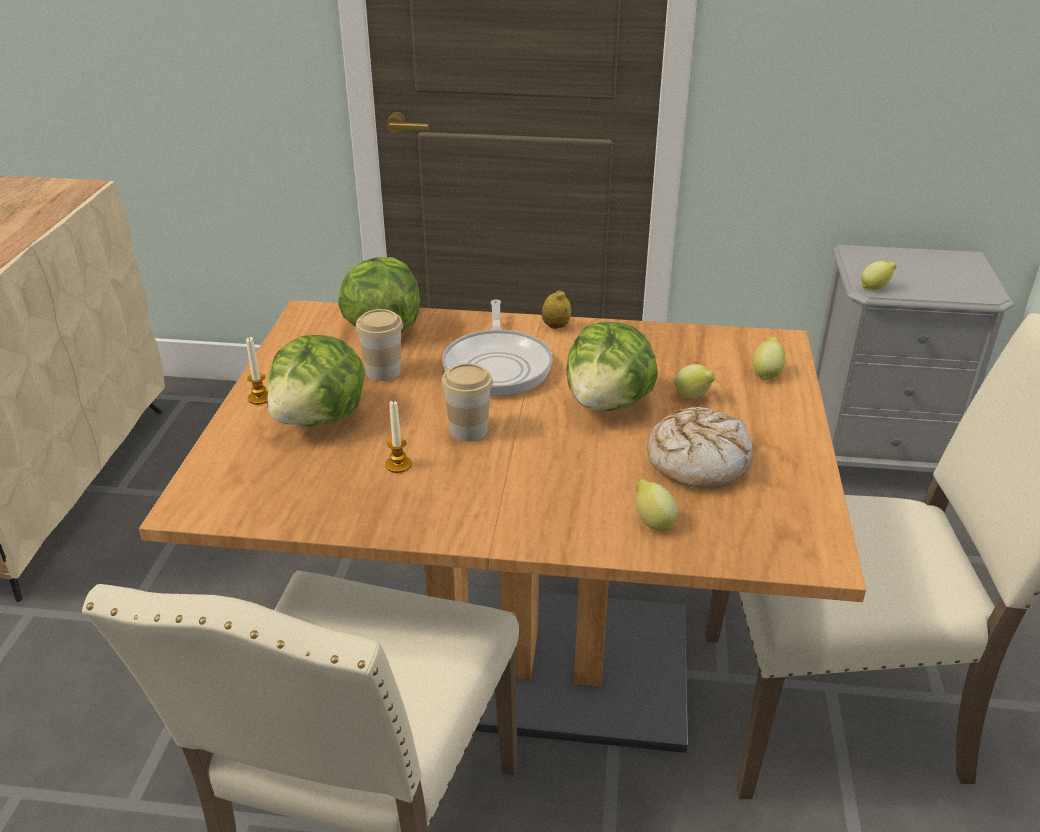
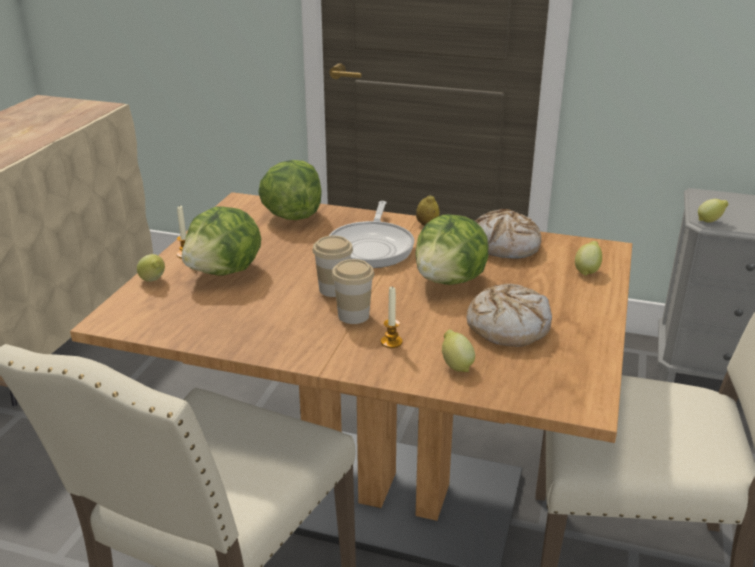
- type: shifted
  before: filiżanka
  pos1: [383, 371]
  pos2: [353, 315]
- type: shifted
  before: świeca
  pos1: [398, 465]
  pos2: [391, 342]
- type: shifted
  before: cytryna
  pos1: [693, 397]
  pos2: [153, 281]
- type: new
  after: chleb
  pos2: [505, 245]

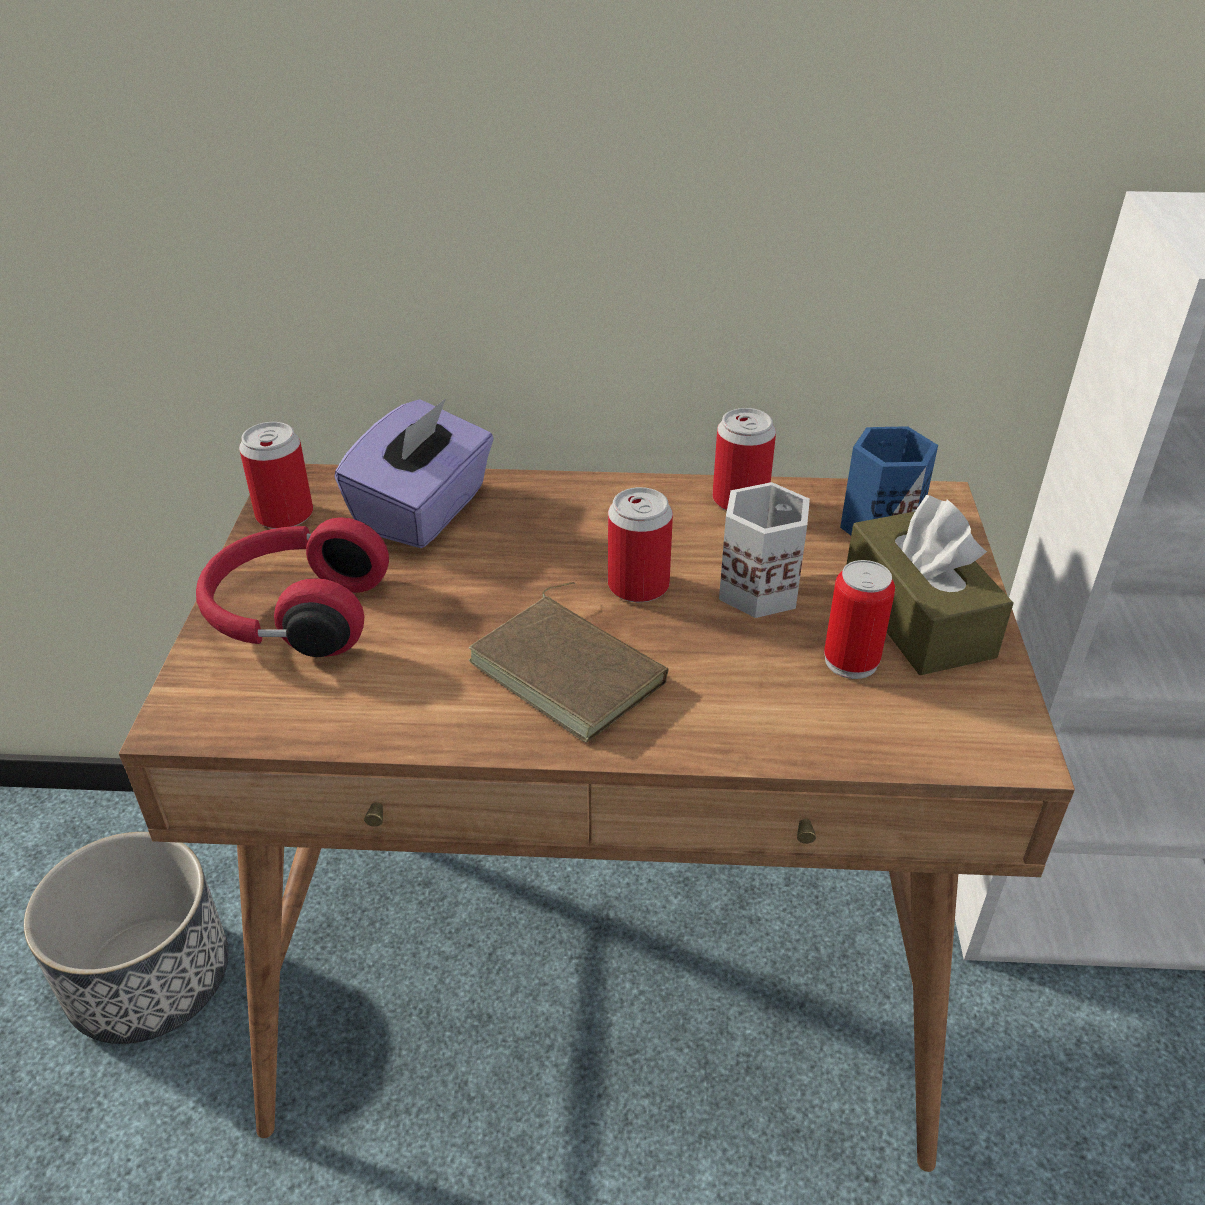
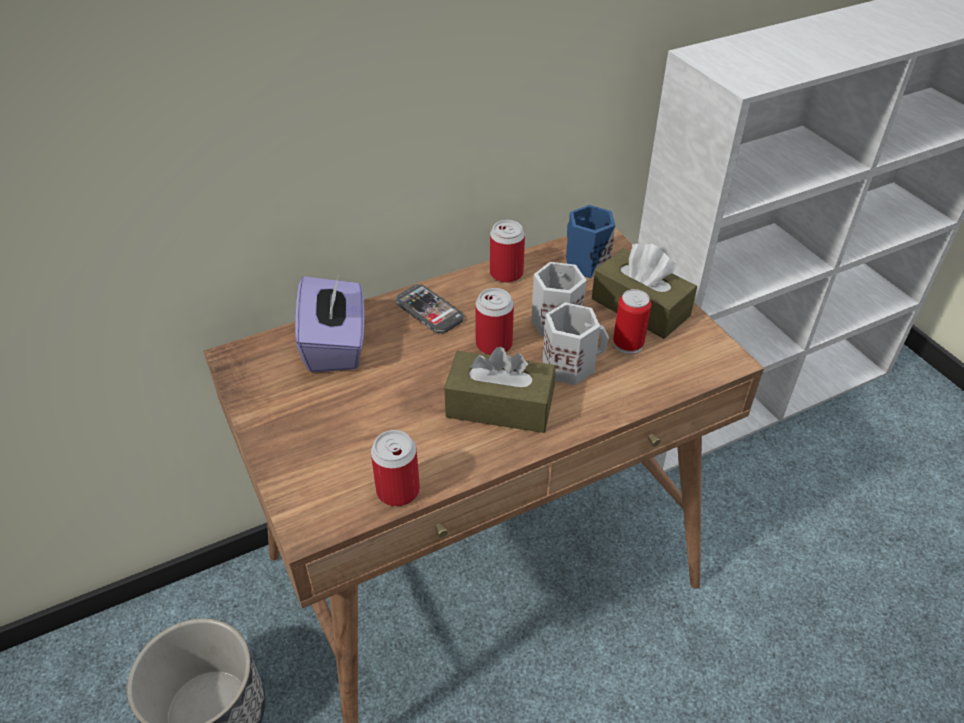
- type: gone
  before: słuchawki [czerwony]
  pos1: [295, 615]
- type: shifted
  before: puszka
  pos1: [284, 515]
  pos2: [398, 490]
- type: swapped
  before: książka [brązowy]
  after: pudełko chusteczek [brązowy]
  pos1: [572, 671]
  pos2: [499, 406]
- type: new
  after: telefon
  pos2: [429, 311]
- type: new
  after: kubek [biały]
  pos2: [570, 364]

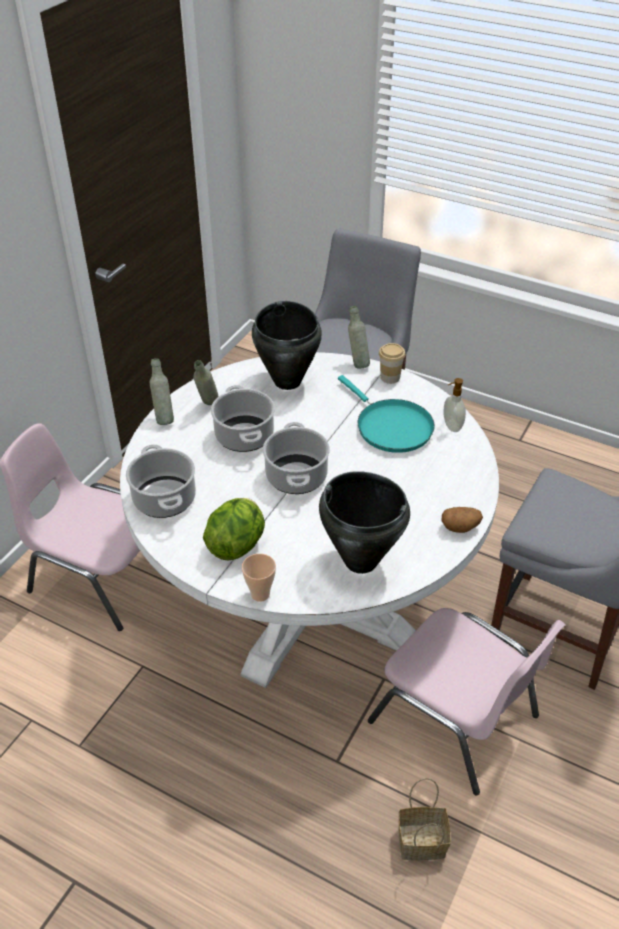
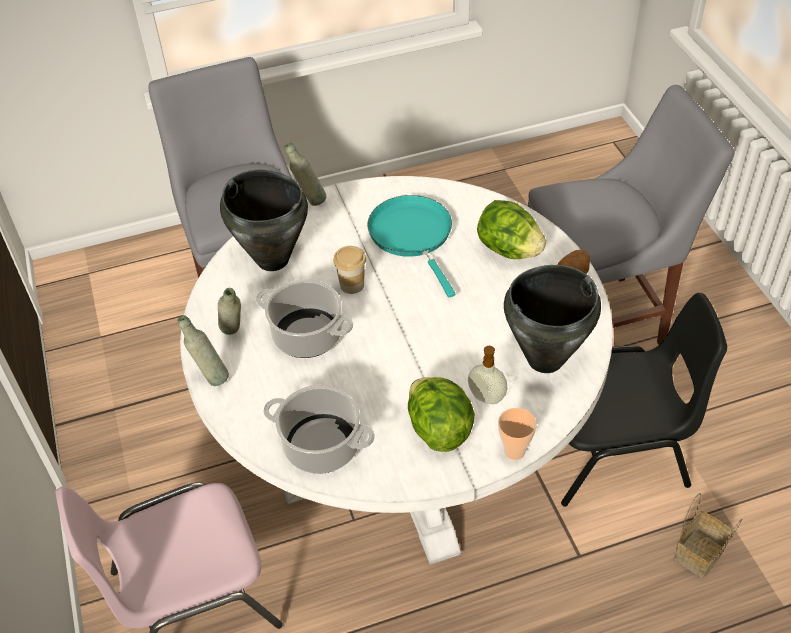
- type: gone
  before: garnek
  pos1: [297, 477]
- type: rotated
  before: patelnia [turkusowy]
  pos1: [390, 426]
  pos2: [413, 235]
  turn: -120
- type: repainted
  before: krzesło [różowy]
  after: krzesło [czarny]
  pos1: [456, 719]
  pos2: [614, 447]
- type: shifted
  before: filiżanka
  pos1: [390, 377]
  pos2: [352, 285]
- type: shifted
  before: dozownik mydła
  pos1: [451, 426]
  pos2: [486, 398]
- type: new
  after: sałata
  pos2: [509, 250]

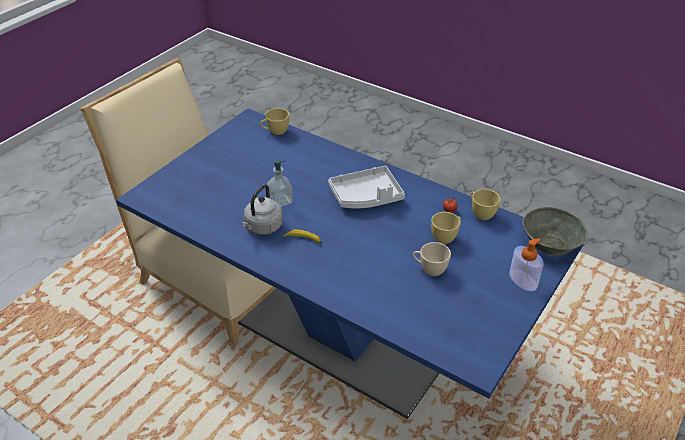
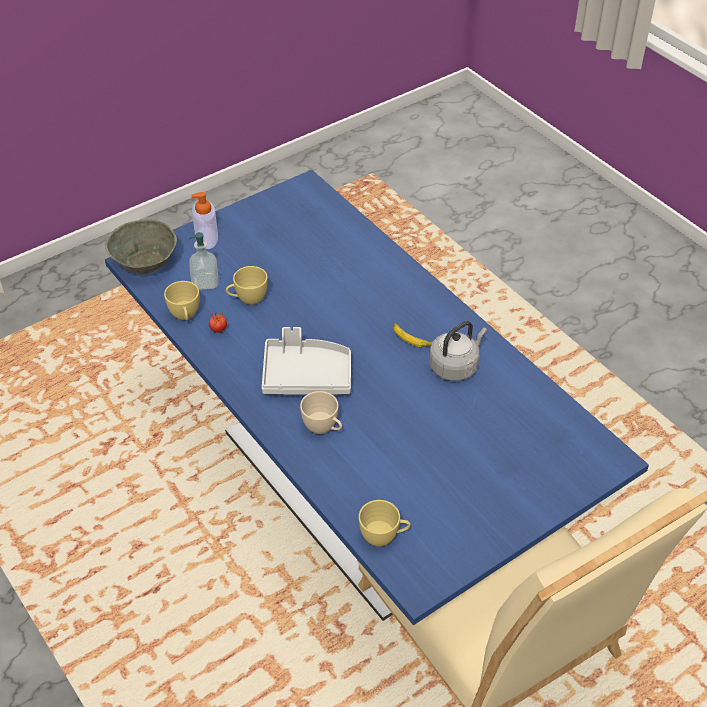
- type: shifted
  before: dozownik mydła
  pos1: [280, 201]
  pos2: [205, 282]
- type: shifted
  before: filiżanka [beżowy]
  pos1: [429, 269]
  pos2: [323, 428]

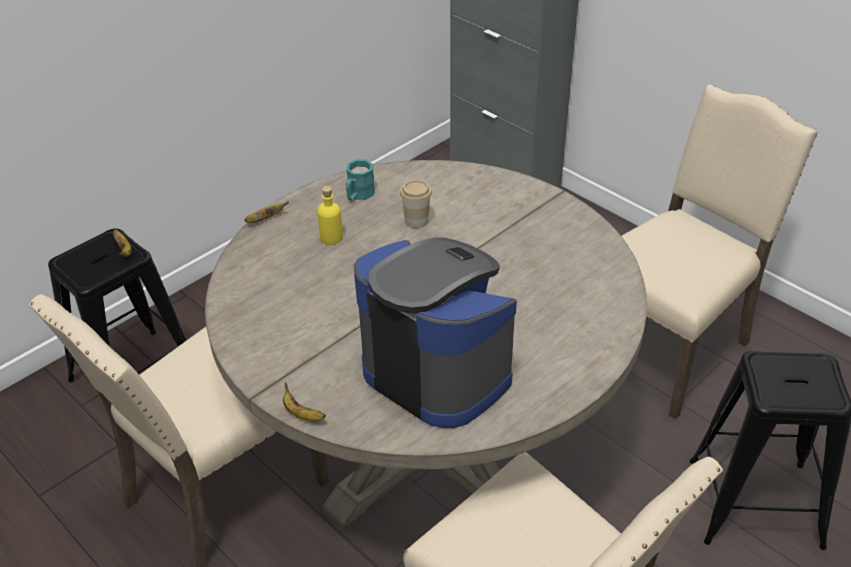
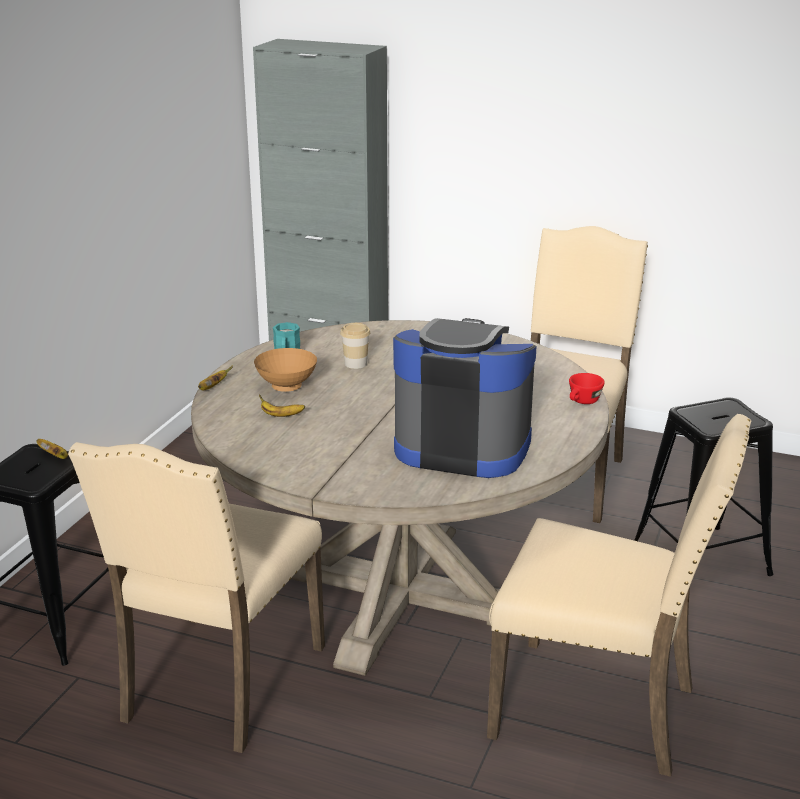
- type: shifted
  before: banan
  pos1: [302, 414]
  pos2: [280, 415]
- type: swapped
  before: butelka [żółty]
  after: miska [brązowy]
  pos1: [331, 238]
  pos2: [288, 387]
- type: new
  after: filiżanka [czerwony]
  pos2: [582, 402]

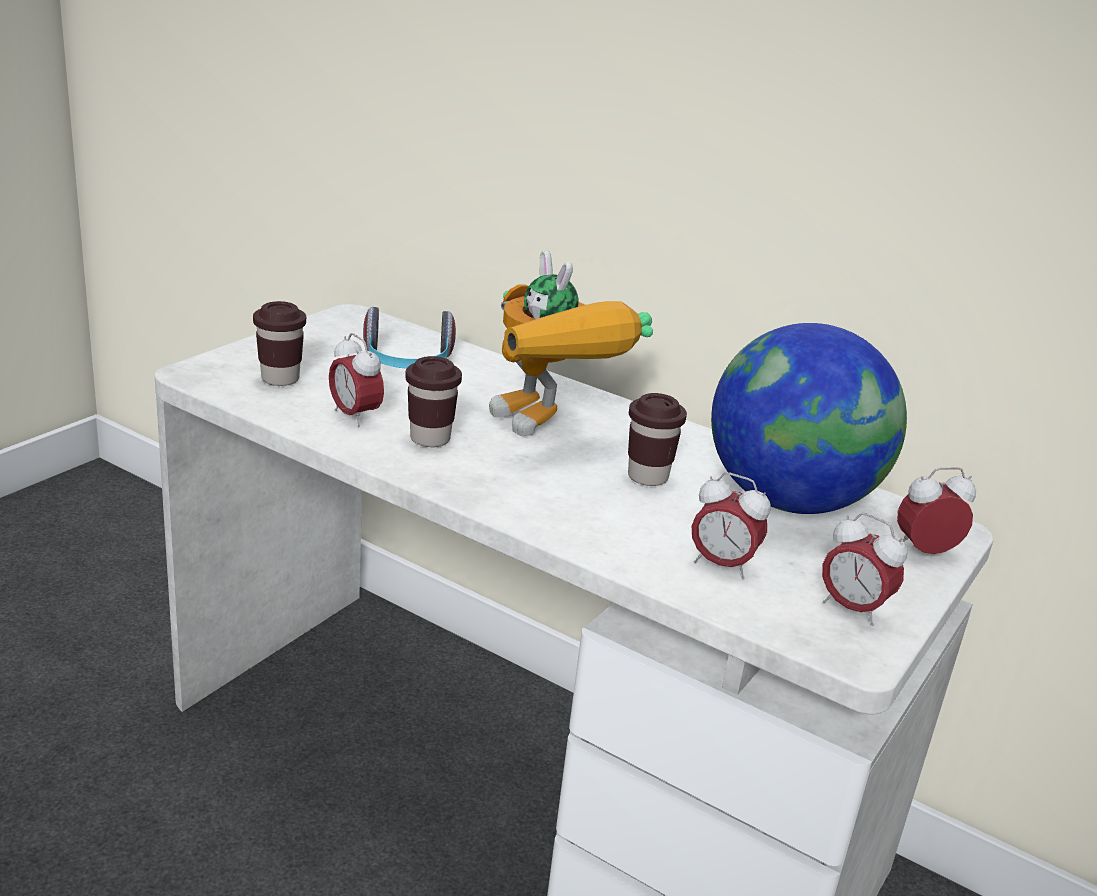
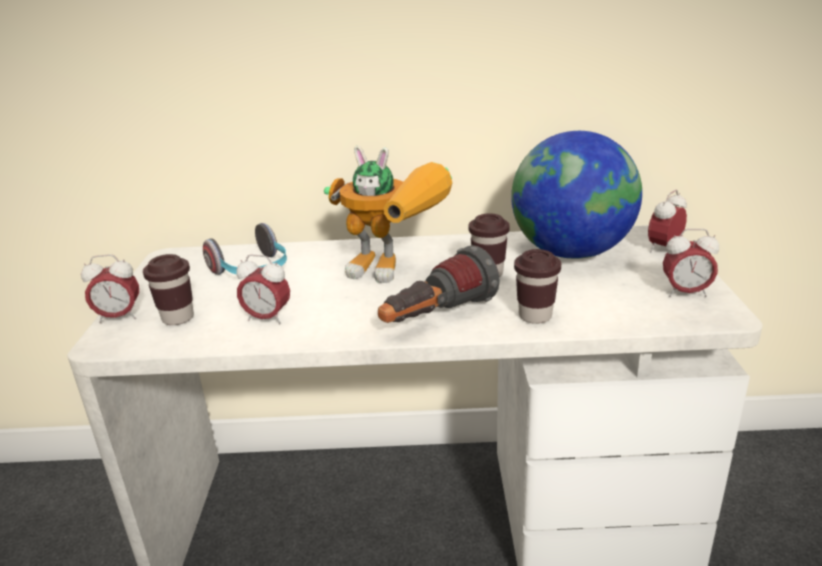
- type: shifted
  before: filiżanka [brązowy]
  pos1: [430, 439]
  pos2: [535, 316]
- type: shifted
  before: budzik
  pos1: [722, 565]
  pos2: [119, 317]
- type: new
  after: latarka
  pos2: [436, 318]

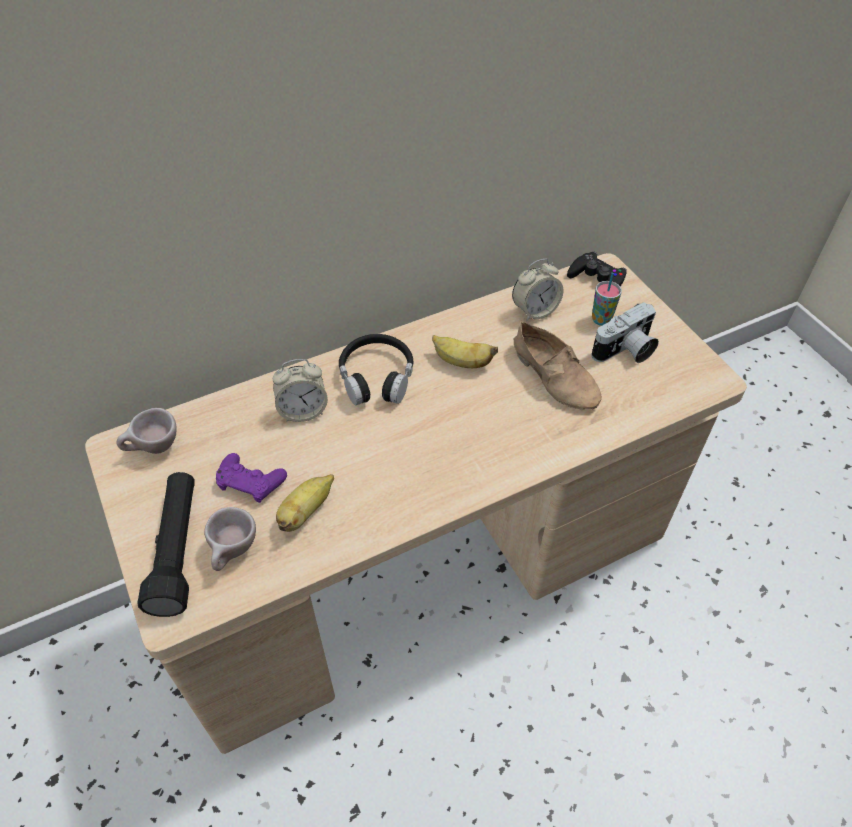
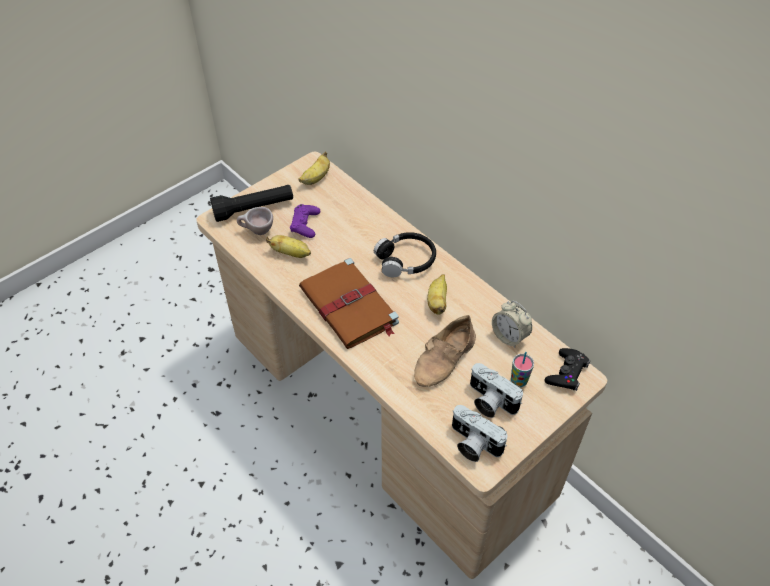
- type: swapped
  before: filiżanka [beżowy]
  after: banan
  pos1: [154, 449]
  pos2: [316, 178]
- type: gone
  before: budzik
  pos1: [303, 411]
- type: new
  after: książka [brązowy]
  pos2: [350, 307]
- type: new
  after: aparat fotograficzny
  pos2: [472, 444]

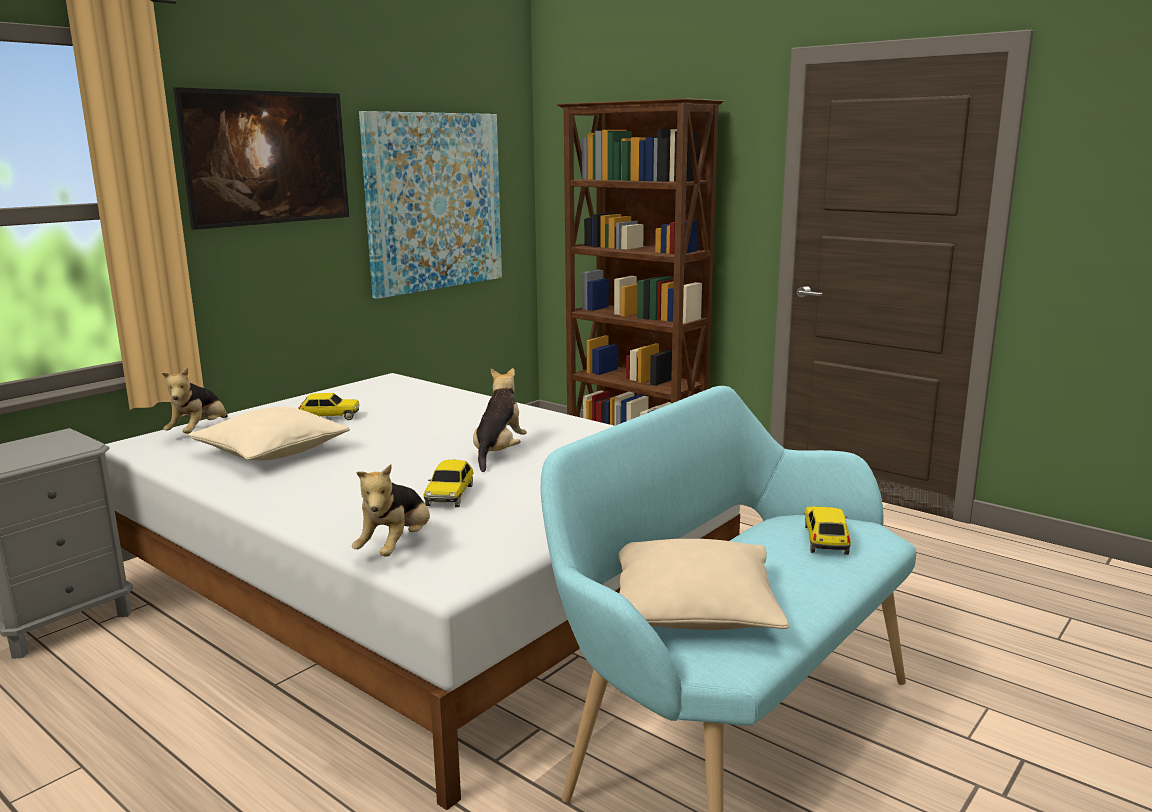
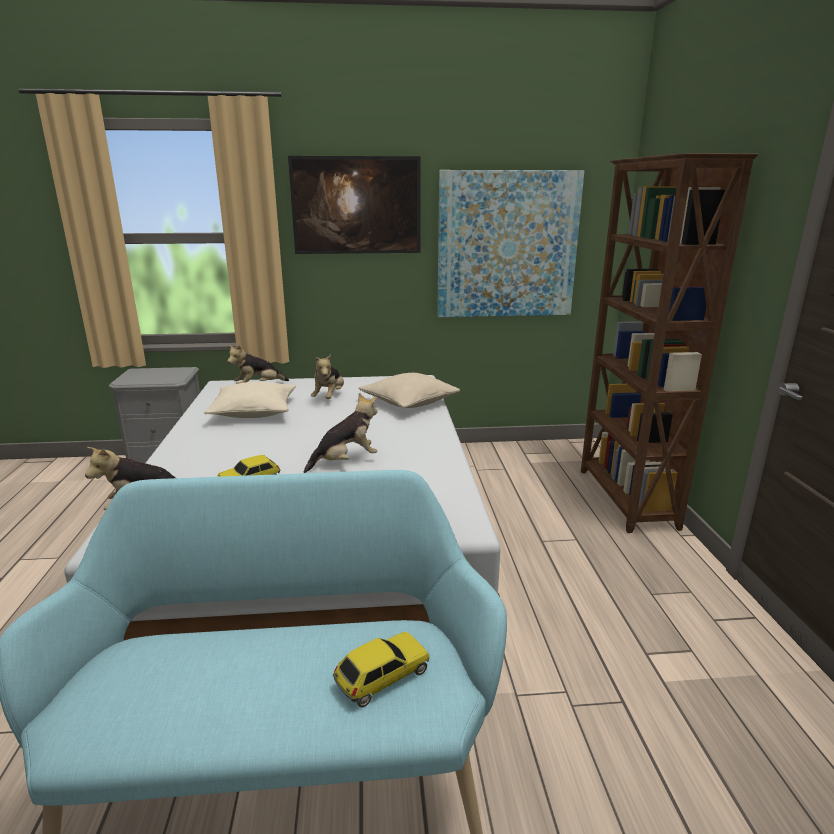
- type: swapped
  before: samochodzik
  after: pluszak
  pos1: [329, 417]
  pos2: [329, 397]
- type: shifted
  before: poduszka [beżowy]
  pos1: [692, 609]
  pos2: [409, 402]

